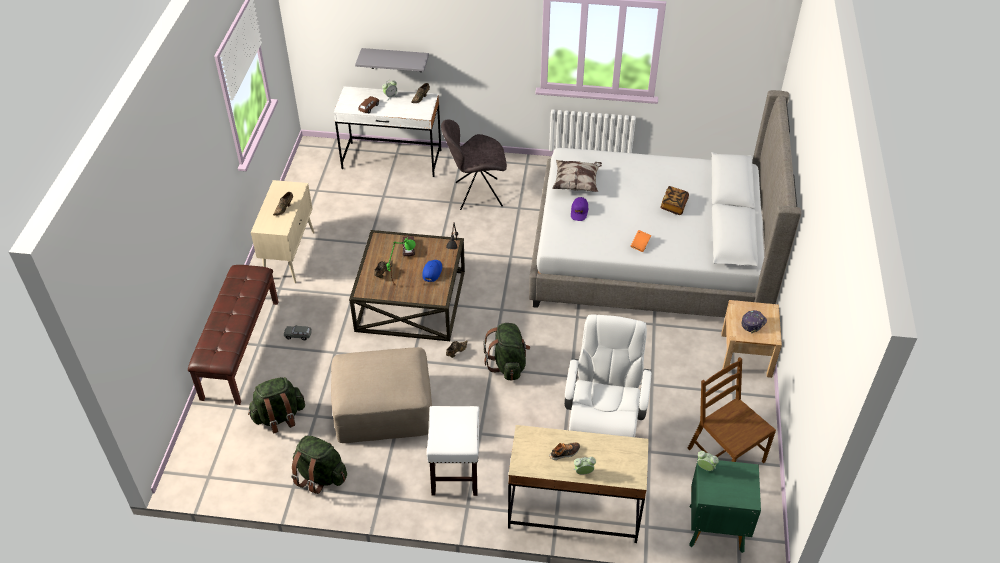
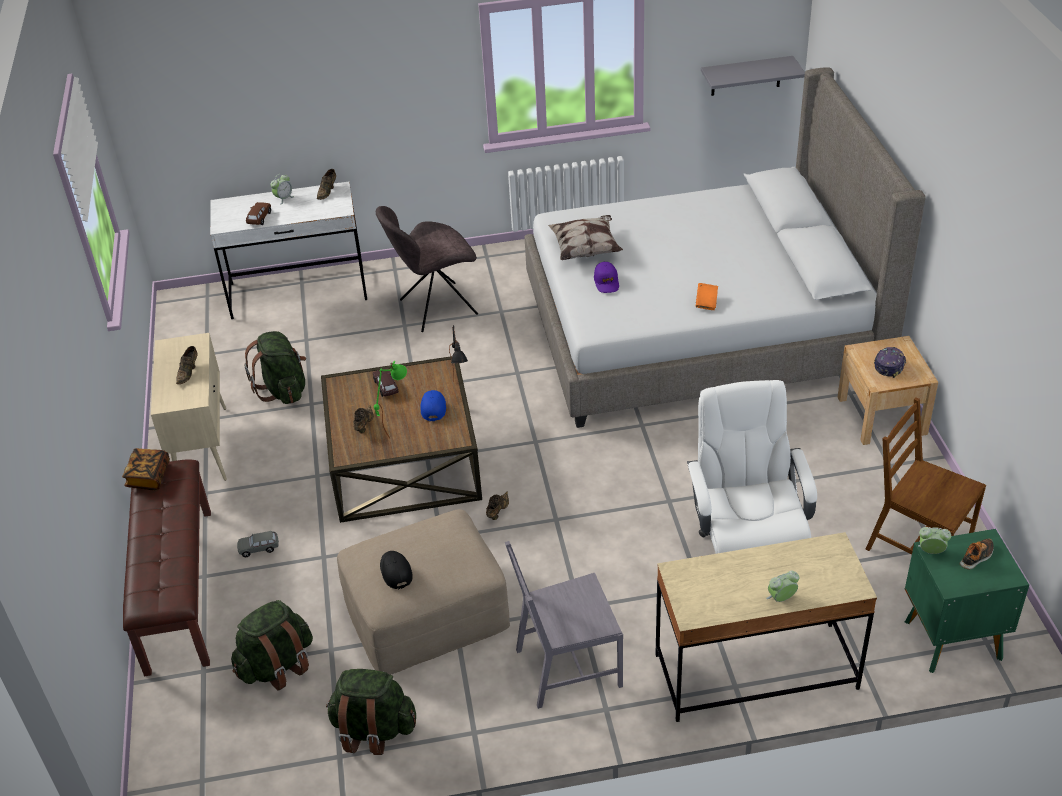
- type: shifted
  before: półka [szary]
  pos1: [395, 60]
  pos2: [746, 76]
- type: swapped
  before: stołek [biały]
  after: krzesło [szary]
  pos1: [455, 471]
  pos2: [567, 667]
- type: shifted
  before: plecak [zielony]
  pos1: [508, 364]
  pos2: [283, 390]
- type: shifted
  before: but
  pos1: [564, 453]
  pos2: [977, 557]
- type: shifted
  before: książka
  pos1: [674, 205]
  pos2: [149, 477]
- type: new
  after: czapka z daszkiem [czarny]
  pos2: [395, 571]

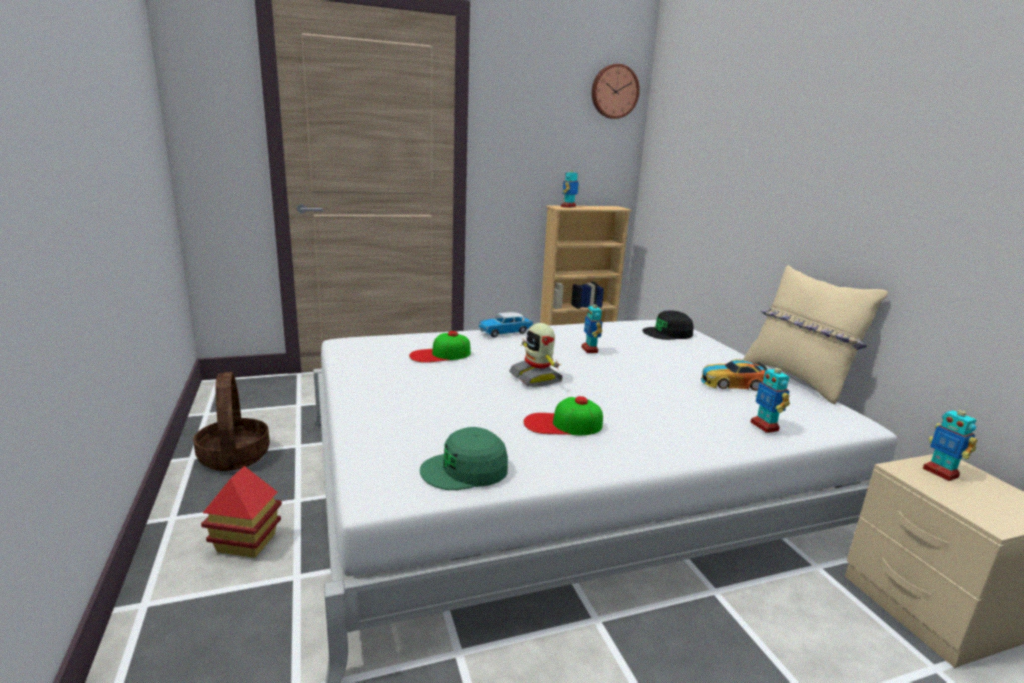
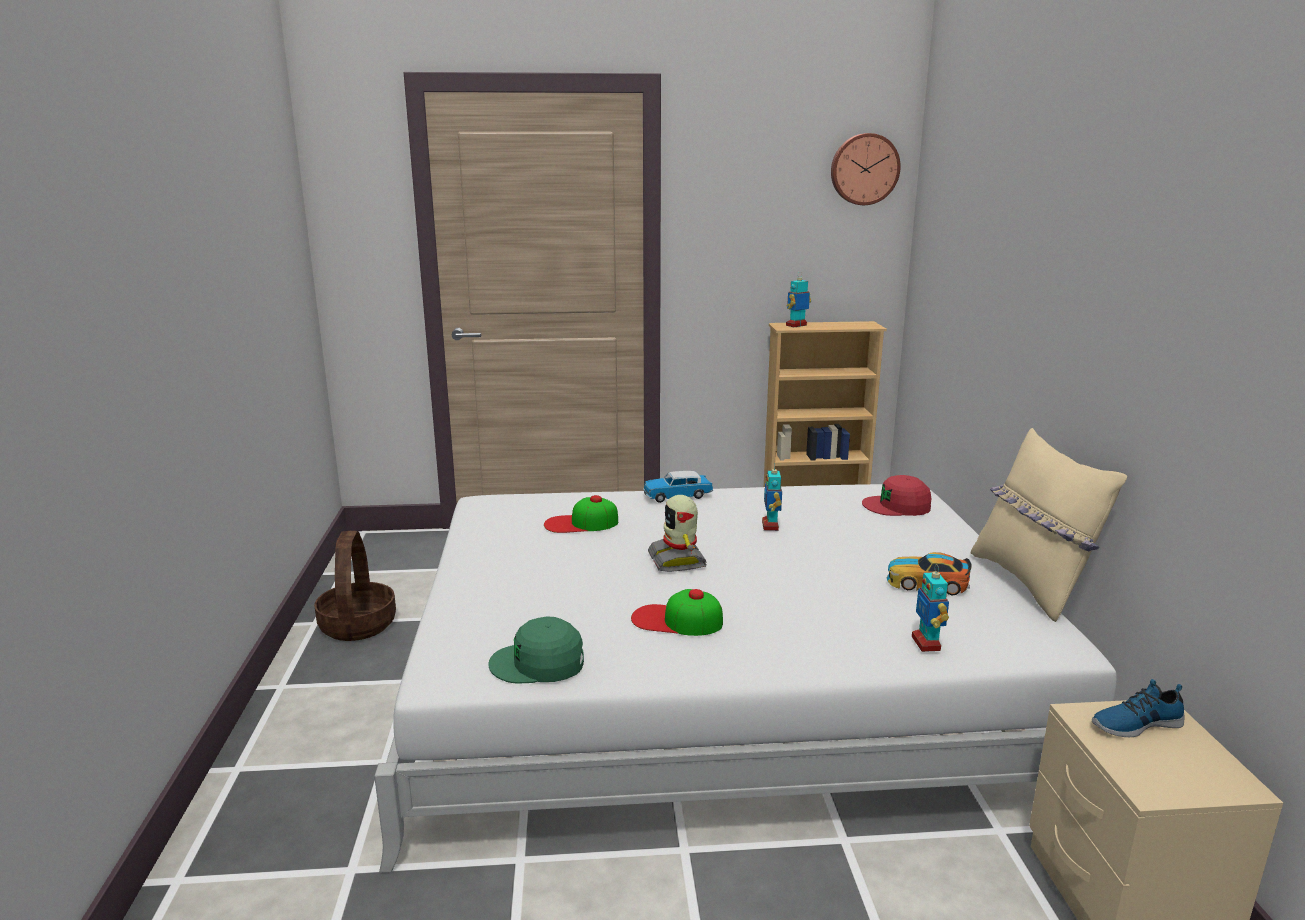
- type: gone
  before: domek
  pos1: [246, 543]
- type: repainted
  before: czapka z daszkiem [czarny]
  after: czapka z daszkiem [czerwony]
  pos1: [668, 333]
  pos2: [897, 506]
- type: swapped
  before: robot zabawkowy
  after: but
  pos1: [940, 472]
  pos2: [1135, 723]

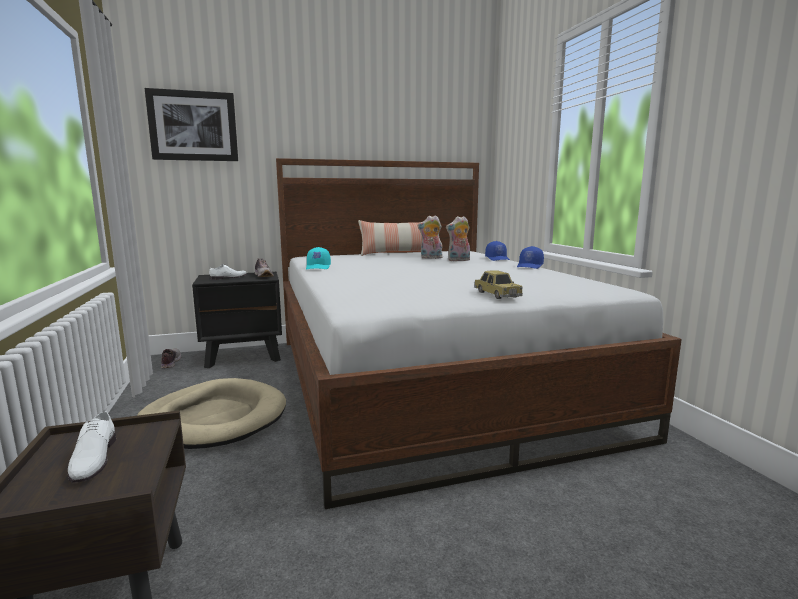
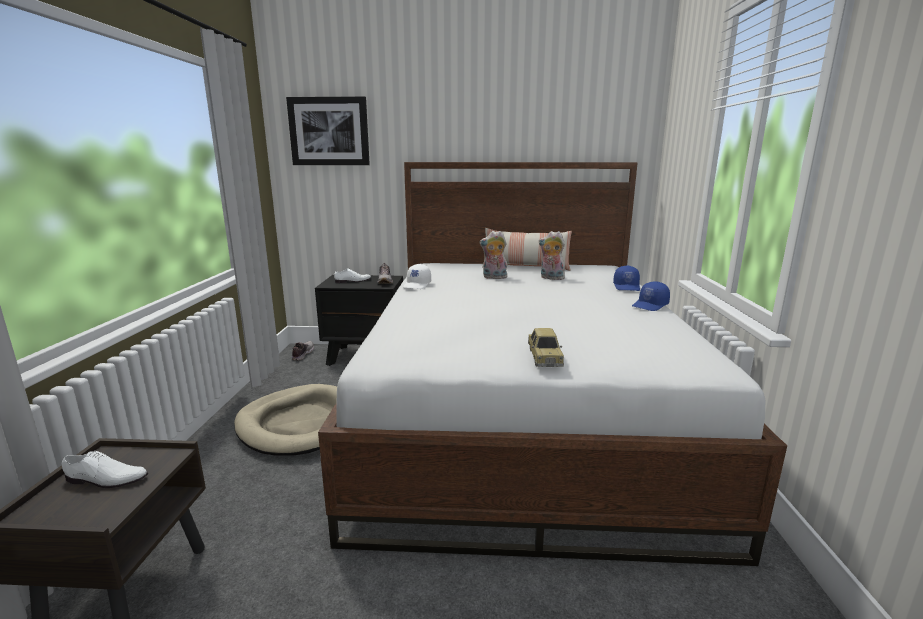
- type: rotated
  before: but [biały]
  pos1: [93, 458]
  pos2: [106, 479]
  turn: -90
- type: repainted
  before: czapka z daszkiem [turkusowy]
  after: czapka z daszkiem [biały]
  pos1: [318, 267]
  pos2: [417, 285]
- type: shifted
  before: pluszak
  pos1: [459, 260]
  pos2: [494, 277]

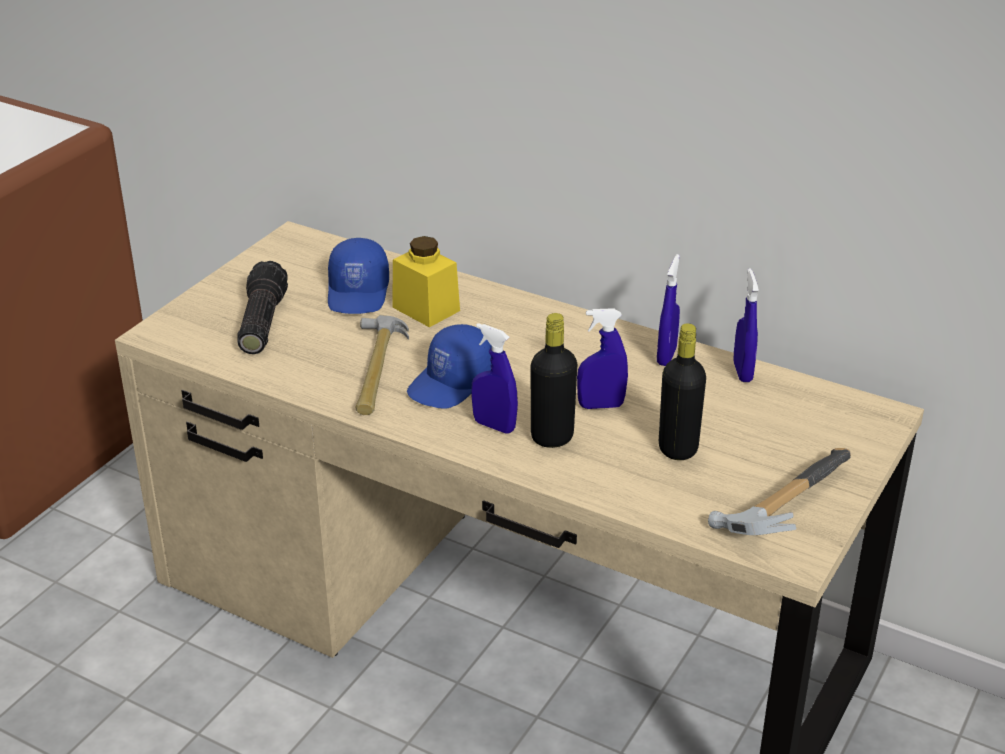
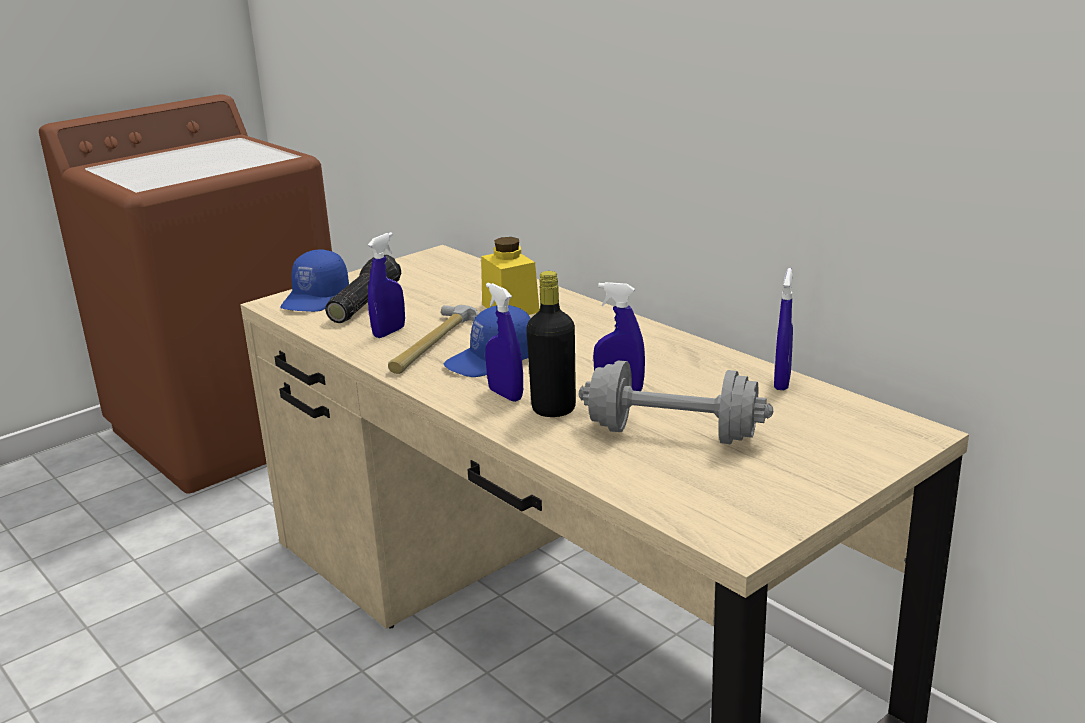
- type: shifted
  before: czapka z daszkiem [niebieski]
  pos1: [359, 293]
  pos2: [316, 299]
- type: shifted
  before: spryskiwacz [niebieski]
  pos1: [666, 356]
  pos2: [389, 332]
- type: swapped
  before: butelka [czarny]
  after: hantel [szary]
  pos1: [678, 449]
  pos2: [673, 433]
- type: gone
  before: młotek
  pos1: [780, 505]

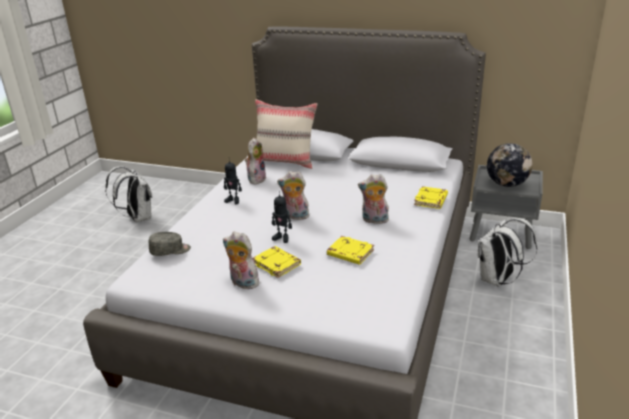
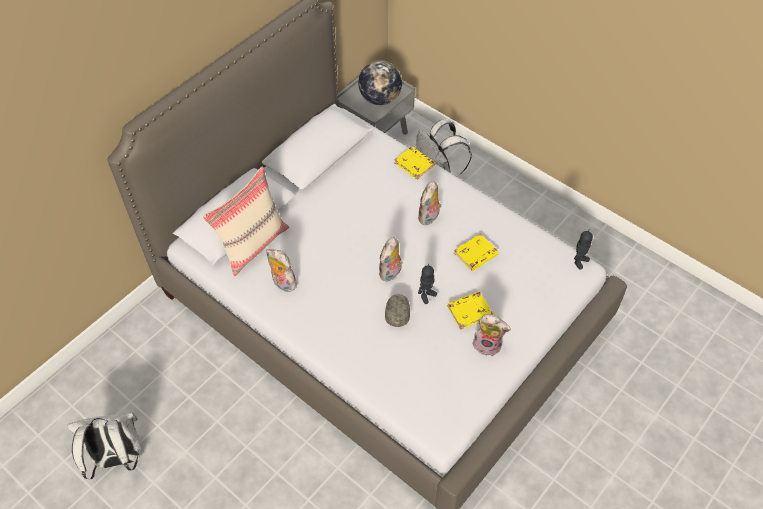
- type: shifted
  before: czapka z daszkiem [szary]
  pos1: [170, 251]
  pos2: [397, 312]
- type: rotated
  before: pluszak
  pos1: [242, 283]
  pos2: [488, 345]
  turn: -120
- type: shifted
  before: robot zabawkowy
  pos1: [233, 200]
  pos2: [579, 261]

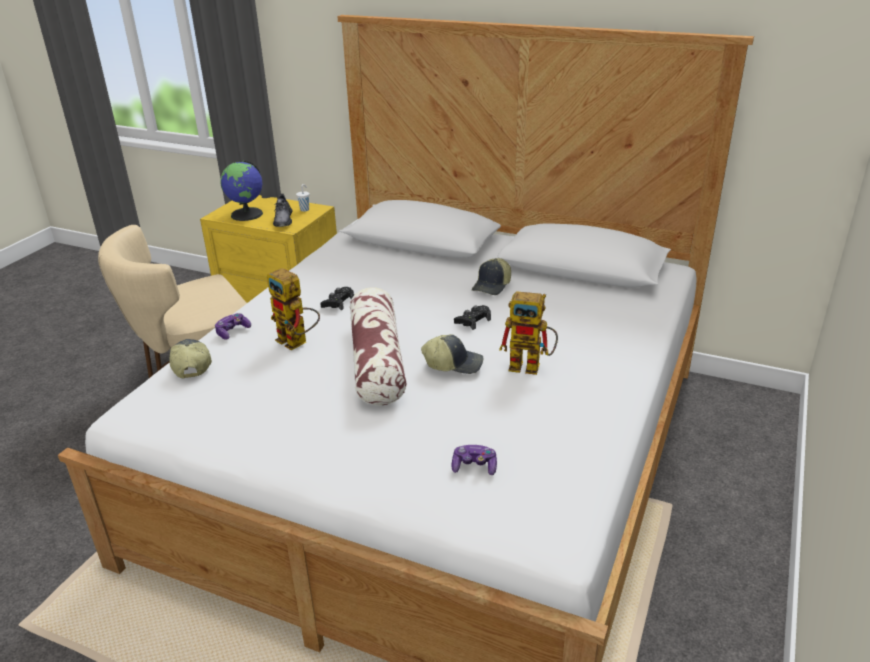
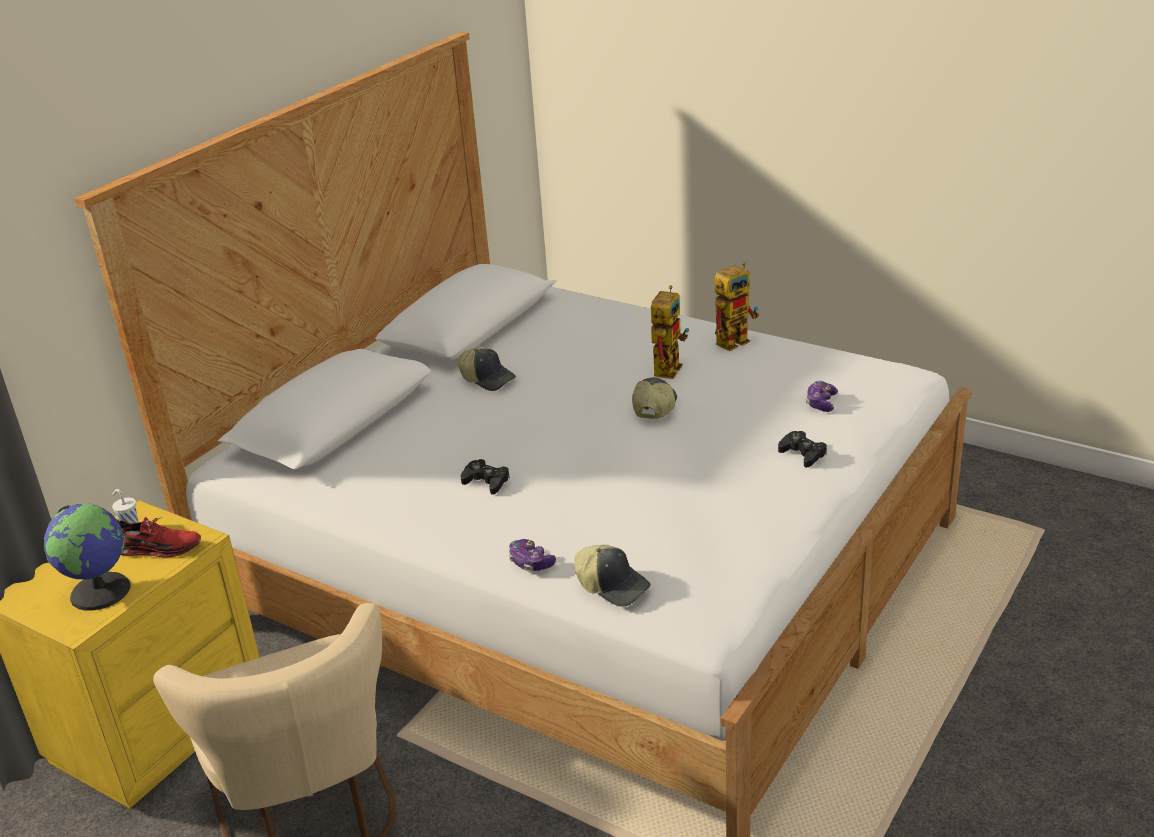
- type: rotated
  before: czapka z daszkiem
  pos1: [191, 365]
  pos2: [613, 585]
  turn: -135
- type: shifted
  before: robot zabawkowy
  pos1: [297, 342]
  pos2: [735, 339]
- type: repainted
  before: but [szary]
  after: but [czerwony]
  pos1: [283, 220]
  pos2: [159, 548]
- type: gone
  before: poduszka
  pos1: [377, 360]
- type: shifted
  before: pad do gier [czarny]
  pos1: [473, 321]
  pos2: [802, 454]

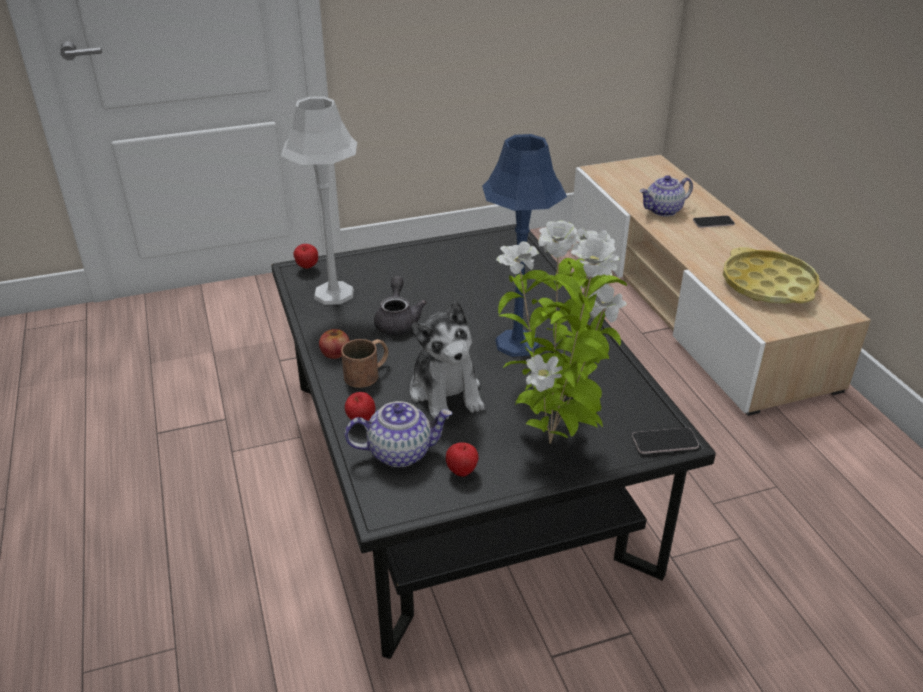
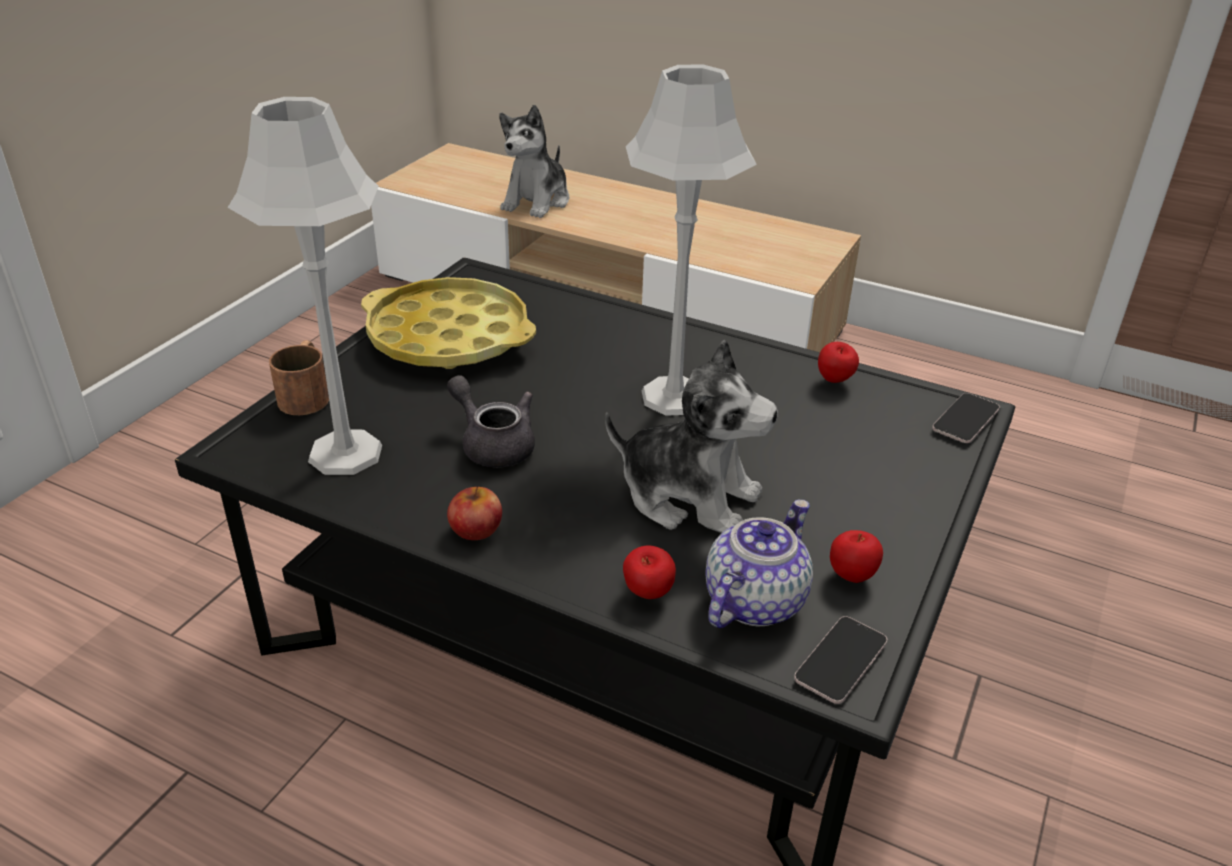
- type: shifted
  before: jabłko
  pos1: [307, 267]
  pos2: [834, 381]
- type: shifted
  before: kubek [brązowy]
  pos1: [368, 373]
  pos2: [307, 393]
- type: repainted
  before: lampa stołowa [niebieski]
  after: lampa stołowa [szary]
  pos1: [517, 343]
  pos2: [674, 396]
- type: gone
  before: roślina doniczkowa
  pos1: [553, 441]
- type: swapped
  before: imbryk
  after: pluszak
  pos1: [663, 210]
  pos2: [537, 201]
- type: shifted
  before: telefon
  pos1: [713, 222]
  pos2: [841, 660]
- type: shifted
  before: taca [żółty]
  pos1: [768, 285]
  pos2: [448, 336]

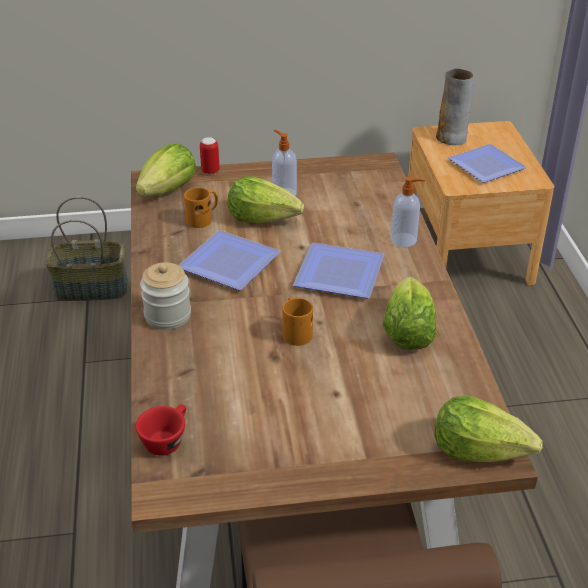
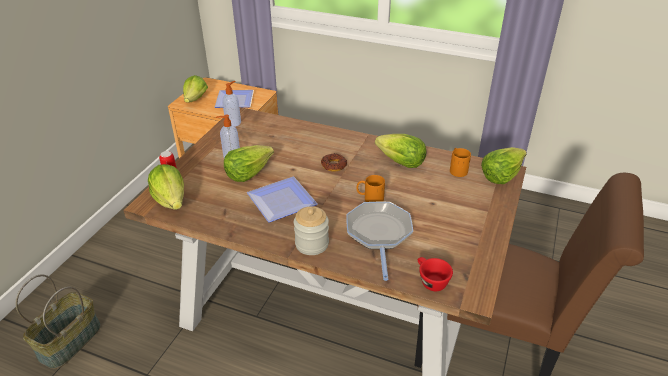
- type: shifted
  before: kubek [pomarańczowy]
  pos1: [203, 218]
  pos2: [456, 169]
- type: swapped
  before: talerz
  after: donut
  pos1: [341, 276]
  pos2: [334, 165]
- type: shifted
  before: dozownik mydła
  pos1: [404, 240]
  pos2: [233, 122]
- type: swapped
  before: wazon
  after: sałata
  pos1: [452, 138]
  pos2: [195, 99]
- type: new
  after: patelnia
  pos2: [379, 234]

